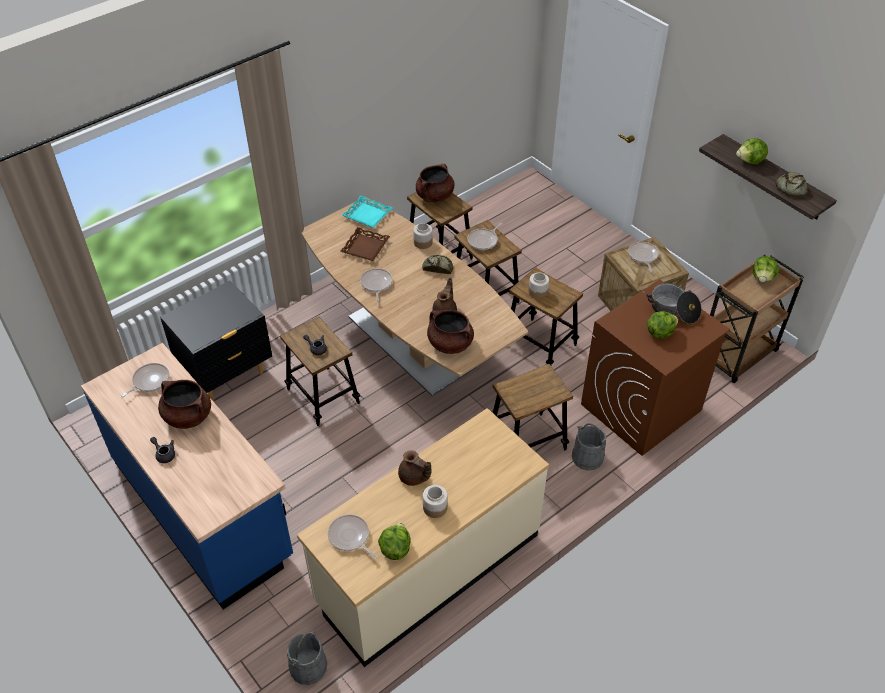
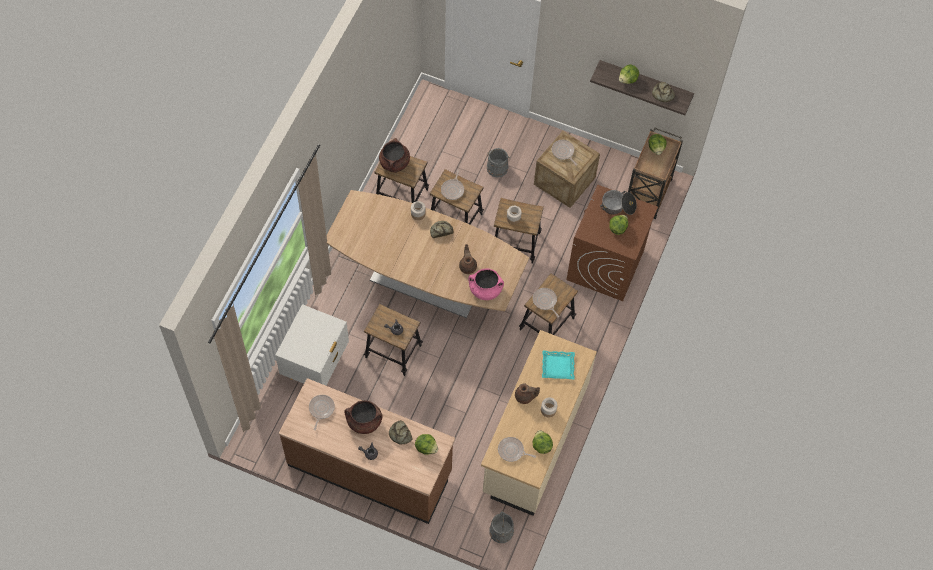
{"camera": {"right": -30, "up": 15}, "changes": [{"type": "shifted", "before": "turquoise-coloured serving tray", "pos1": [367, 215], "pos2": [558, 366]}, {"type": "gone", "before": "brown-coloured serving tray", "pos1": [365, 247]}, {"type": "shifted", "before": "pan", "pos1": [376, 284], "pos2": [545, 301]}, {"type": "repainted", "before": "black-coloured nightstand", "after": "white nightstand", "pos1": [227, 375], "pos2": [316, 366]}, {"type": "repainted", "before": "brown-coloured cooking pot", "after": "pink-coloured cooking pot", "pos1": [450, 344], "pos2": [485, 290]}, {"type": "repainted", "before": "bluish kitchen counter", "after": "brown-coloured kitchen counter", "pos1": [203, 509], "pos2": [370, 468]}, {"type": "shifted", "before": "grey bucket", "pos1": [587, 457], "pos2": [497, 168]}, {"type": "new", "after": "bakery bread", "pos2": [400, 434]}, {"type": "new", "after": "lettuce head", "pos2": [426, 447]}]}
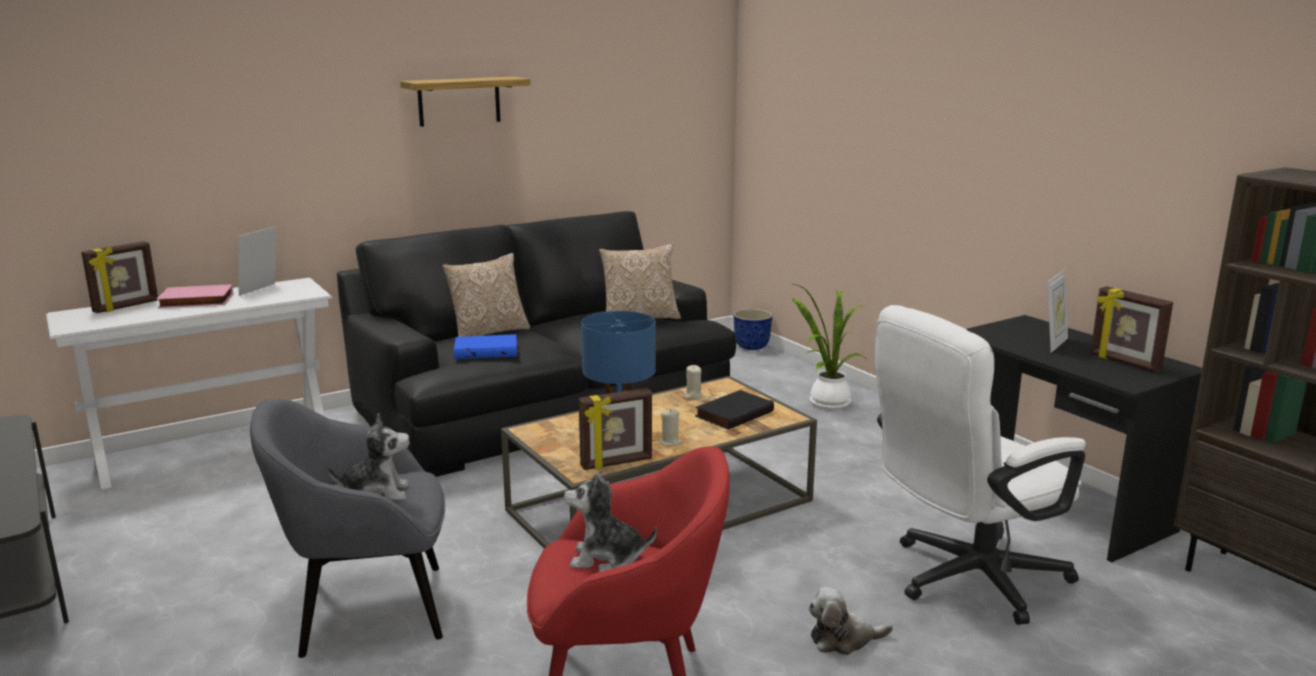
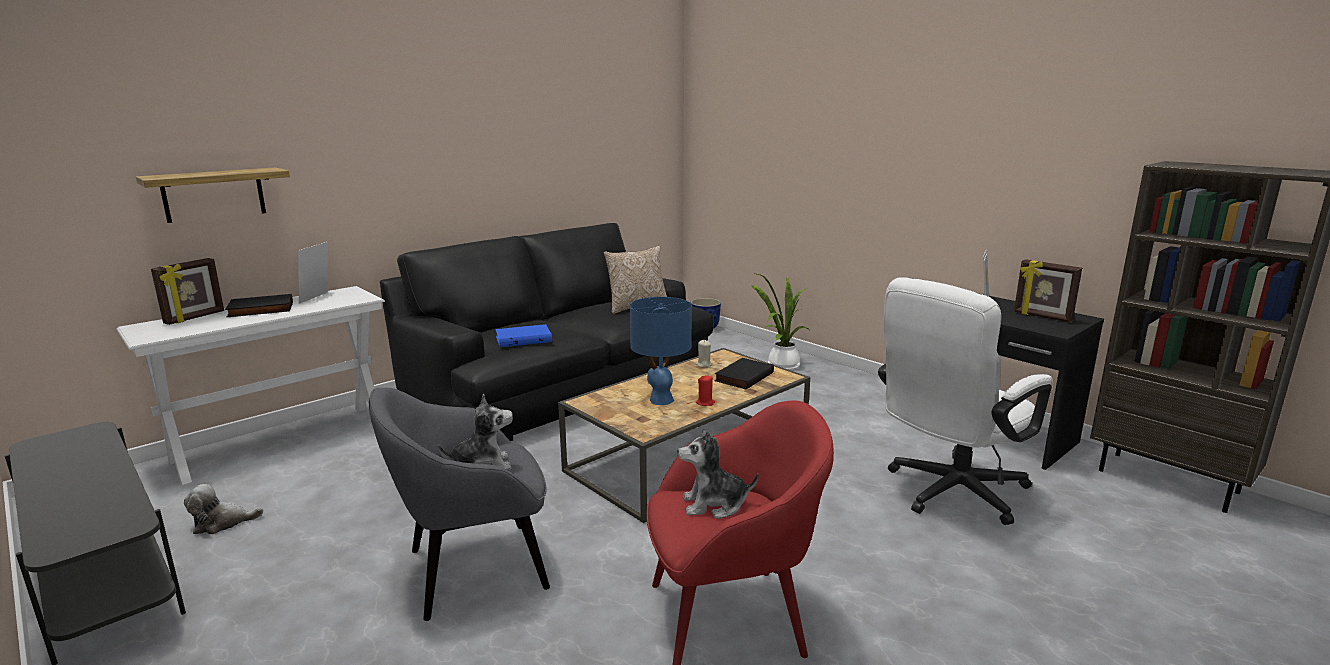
{"camera": {"right": -10, "up": 0}, "changes": [{"type": "shifted", "before": "shelf", "pos1": [459, 101], "pos2": [214, 194]}, {"type": "gone", "before": "pillow", "pos1": [488, 333]}, {"type": "repainted", "before": "pink-coloured bound book", "after": "black-coloured bound book", "pos1": [195, 301], "pos2": [260, 310]}, {"type": "gone", "before": "picture frame", "pos1": [616, 463]}, {"type": "repainted", "before": "beige-coloured wax candle", "after": "red-coloured wax candle", "pos1": [670, 442], "pos2": [705, 403]}, {"type": "shifted", "before": "soft toy", "pos1": [843, 639], "pos2": [222, 523]}]}
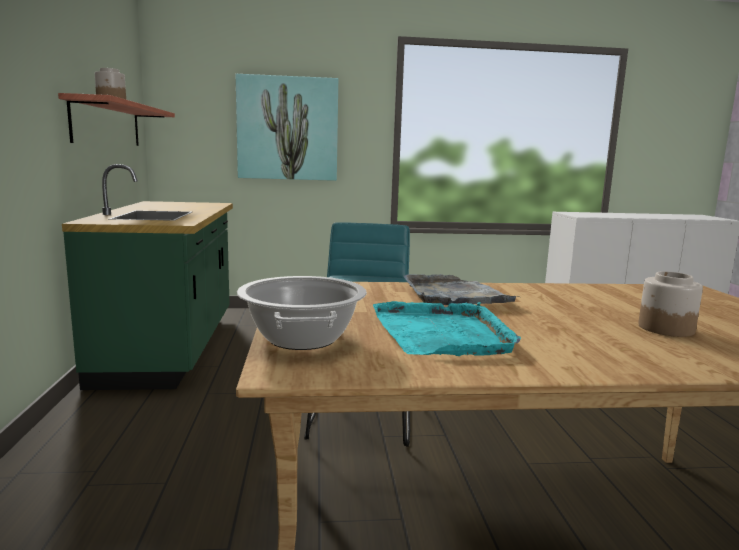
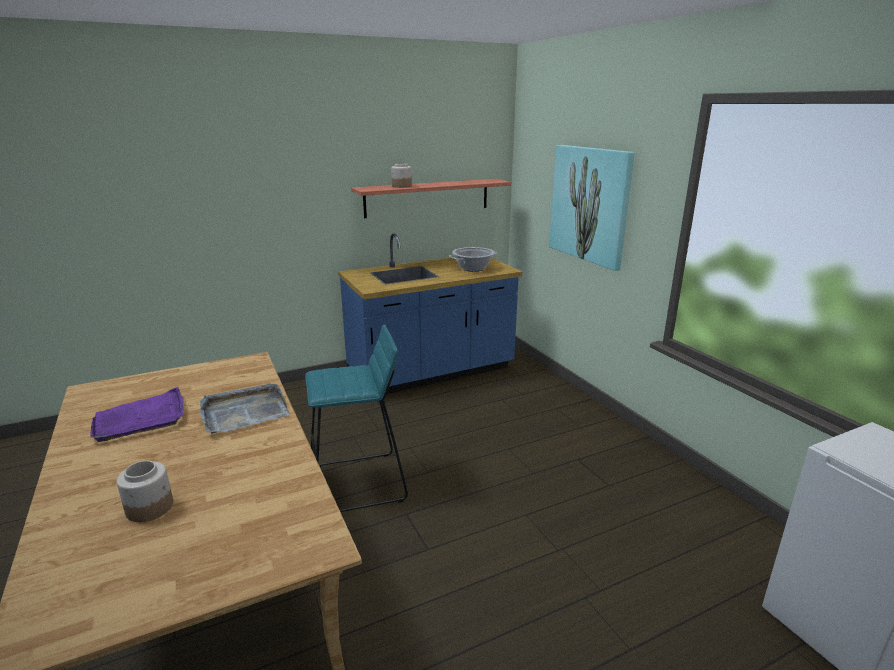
{"camera": {"right": 70, "up": 10}, "changes": [{"type": "repainted", "before": "greenish kitchen counter", "after": "bluish kitchen counter", "pos1": [171, 347], "pos2": [431, 372]}, {"type": "shifted", "before": "cooking pot", "pos1": [302, 338], "pos2": [473, 268]}, {"type": "repainted", "before": "turquoise-coloured serving tray", "after": "purplish serving tray", "pos1": [443, 333], "pos2": [141, 418]}]}
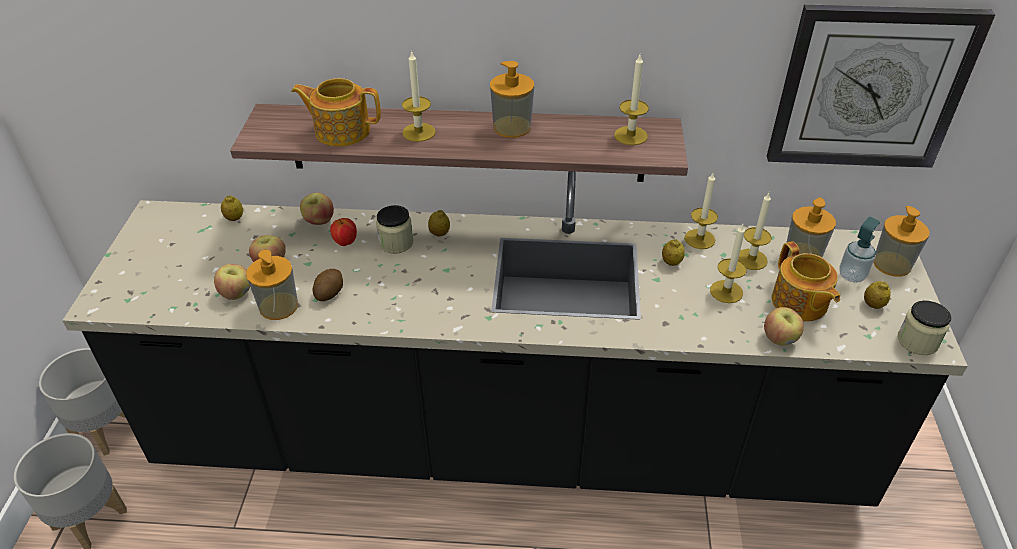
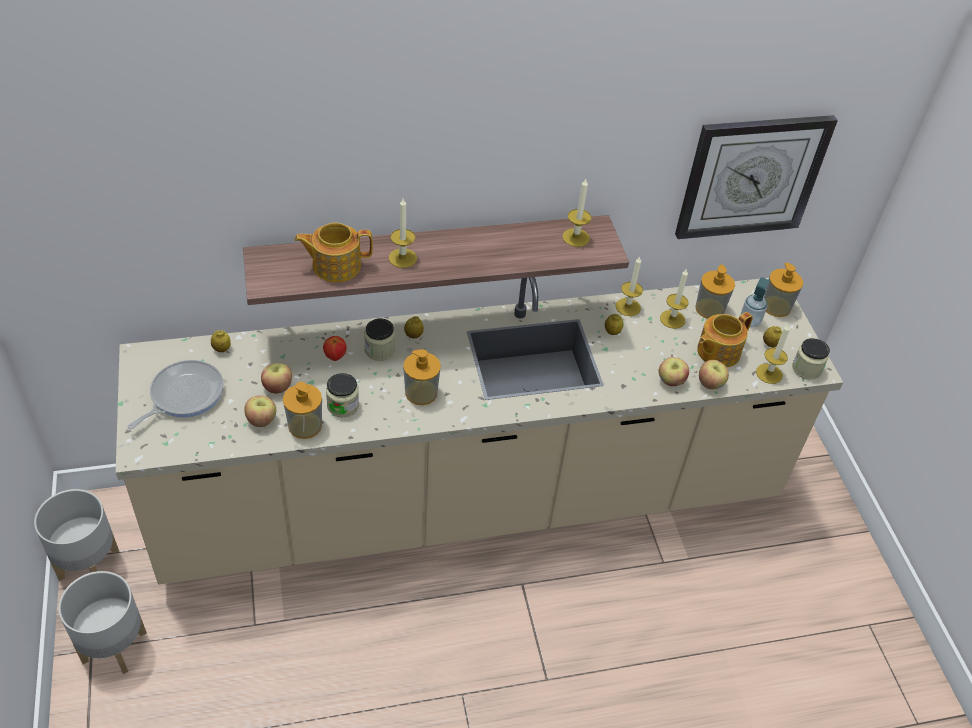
{"camera": {"right": -20, "up": 5}, "changes": [{"type": "shifted", "before": "soap dispenser", "pos1": [512, 127], "pos2": [421, 393]}, {"type": "repainted", "before": "black-coloured kitchen counter", "after": "beige-coloured kitchen counter", "pos1": [509, 444], "pos2": [473, 502]}, {"type": "shifted", "before": "apple", "pos1": [319, 221], "pos2": [670, 381]}, {"type": "shifted", "before": "wax candle", "pos1": [726, 291], "pos2": [769, 373]}, {"type": "rotated", "before": "pot for tea", "pos1": [799, 303], "pos2": [717, 352], "turn": 90}, {"type": "swapped", "before": "potato", "after": "jar", "pos1": [329, 292], "pos2": [343, 405]}, {"type": "new", "after": "pan", "pos2": [183, 395]}]}
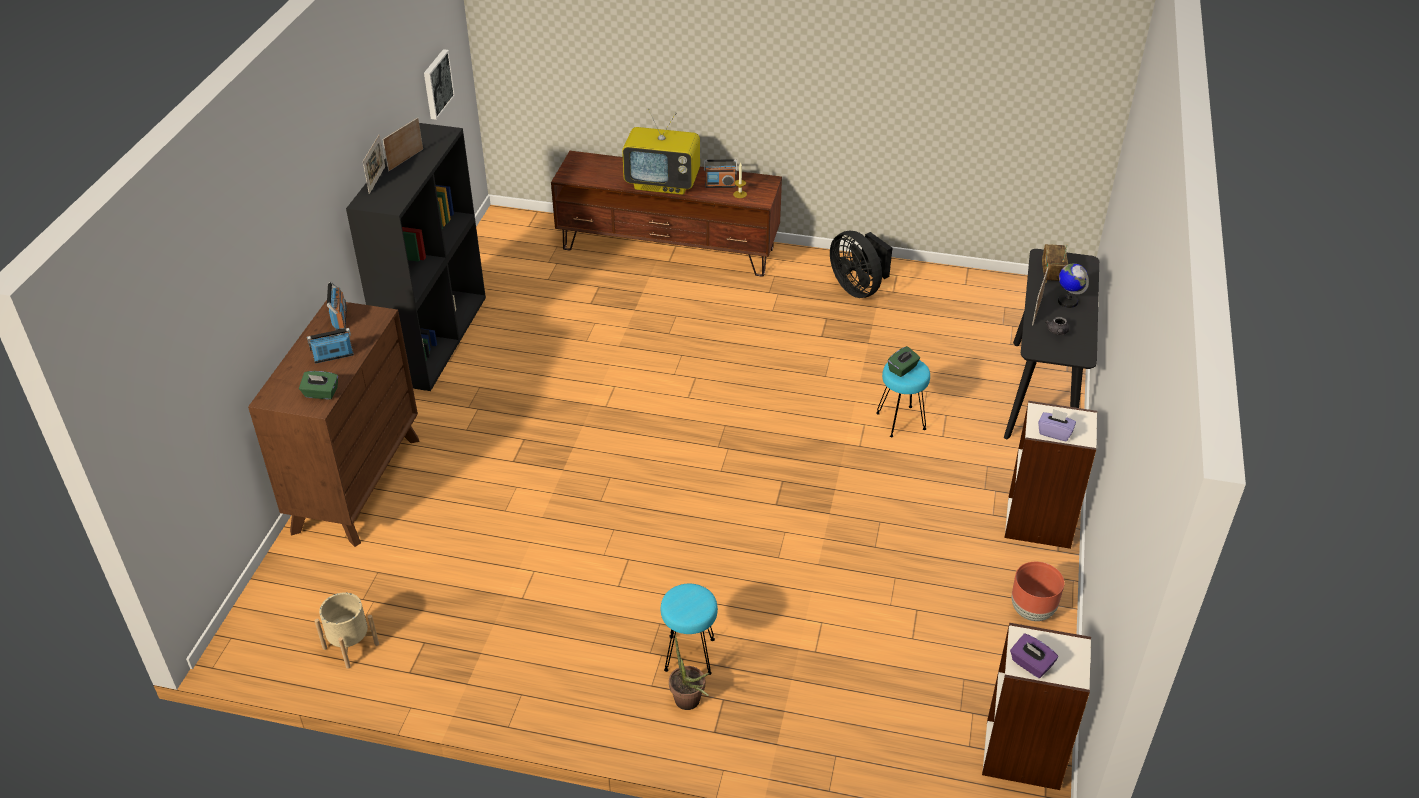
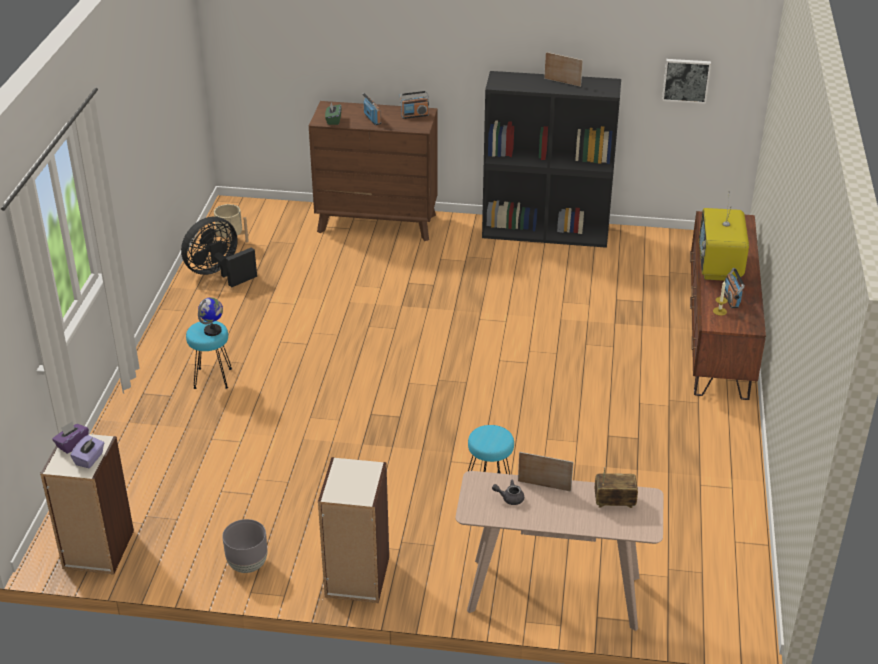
{"camera": {"right": 85, "up": -5}, "changes": [{"type": "gone", "before": "picture frame", "pos1": [377, 180]}, {"type": "shifted", "before": "black-coloured electric fan", "pos1": [858, 288], "pos2": [219, 274]}, {"type": "repainted", "before": "black-coloured console table", "after": "beige-coloured console table", "pos1": [1043, 393], "pos2": [553, 594]}, {"type": "shifted", "before": "desk globe", "pos1": [1067, 301], "pos2": [213, 331]}, {"type": "gone", "before": "greenish tissue holder", "pos1": [903, 369]}, {"type": "shifted", "before": "purplish tissue holder", "pos1": [1054, 433], "pos2": [89, 459]}, {"type": "repainted", "before": "brown-coloured flower pot", "after": "grey flower pot", "pos1": [1032, 611], "pos2": [247, 565]}, {"type": "gone", "before": "plant in a pot", "pos1": [690, 704]}]}
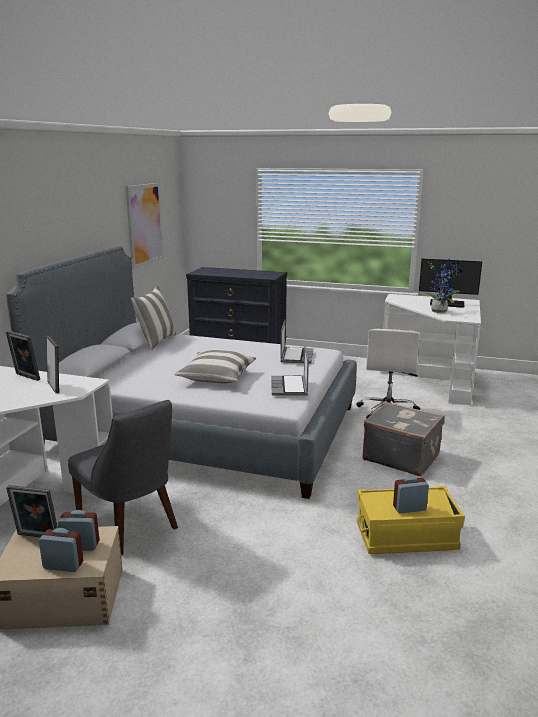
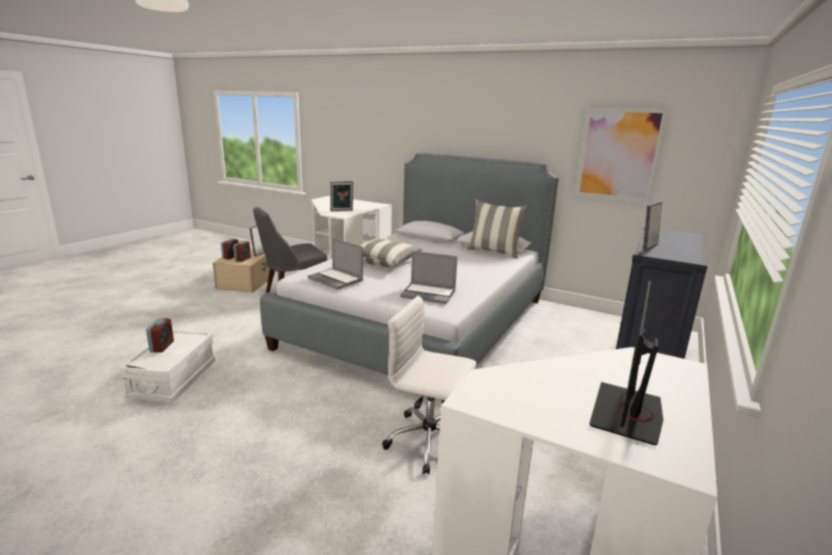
{"camera": {"right": 100, "up": 0}, "changes": [{"type": "gone", "before": "plant in a pot", "pos1": [440, 311]}, {"type": "shifted", "before": "picture frame", "pos1": [26, 377], "pos2": [648, 246]}, {"type": "rotated", "before": "notebook computer", "pos1": [290, 387], "pos2": [336, 280], "turn": -150}, {"type": "gone", "before": "grey suitcase", "pos1": [401, 457]}, {"type": "repainted", "before": "yellow storage container", "after": "white storage container", "pos1": [406, 537], "pos2": [174, 380]}]}
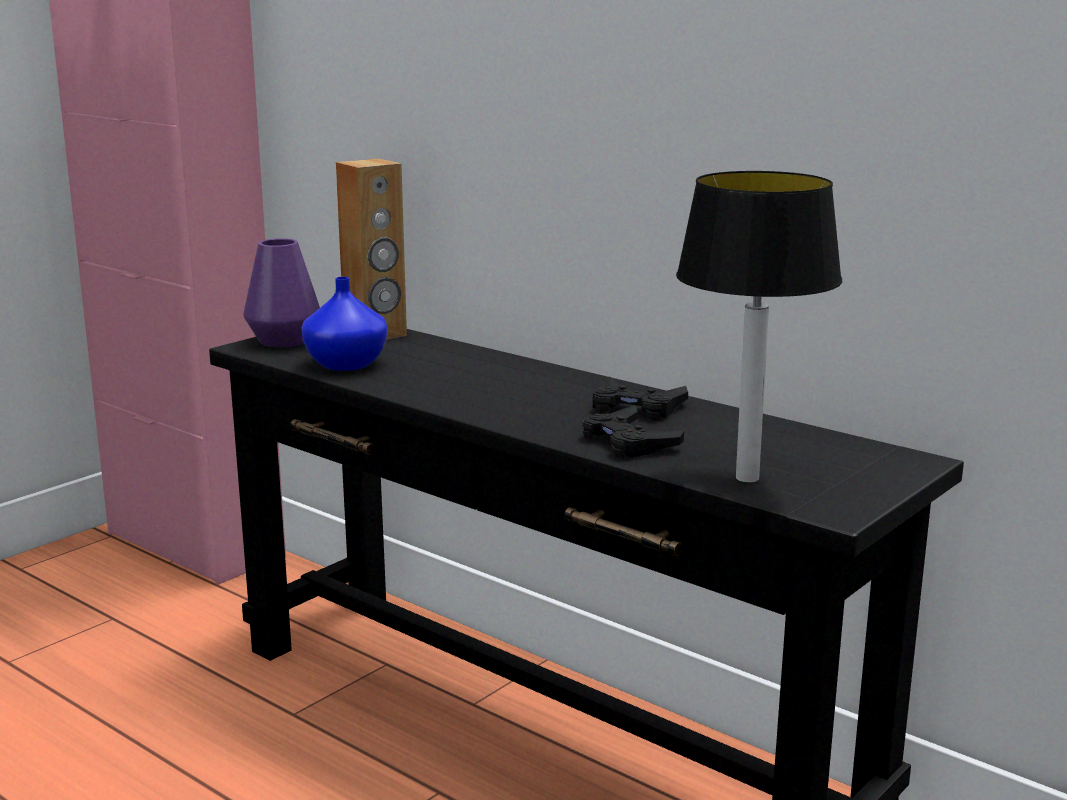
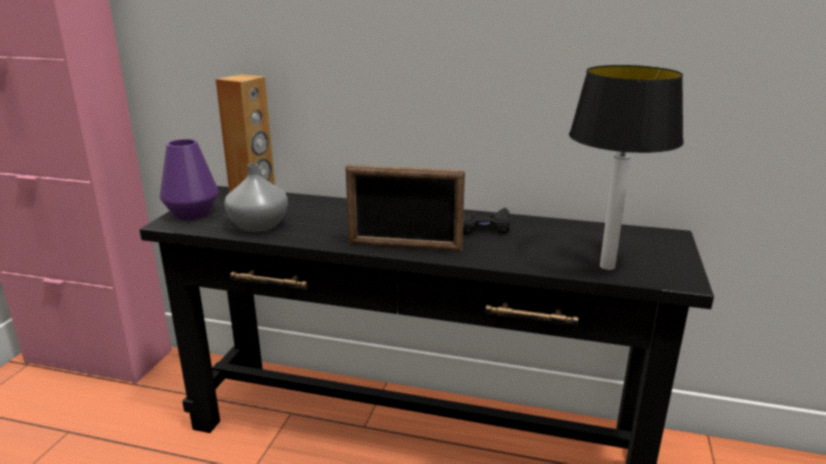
{"camera": {"right": -25, "up": 5}, "changes": [{"type": "repainted", "before": "bluish vase", "after": "grey vase", "pos1": [345, 365], "pos2": [259, 226]}, {"type": "gone", "before": "black-coloured gamepad", "pos1": [628, 442]}, {"type": "new", "after": "picture frame", "pos2": [404, 246]}]}
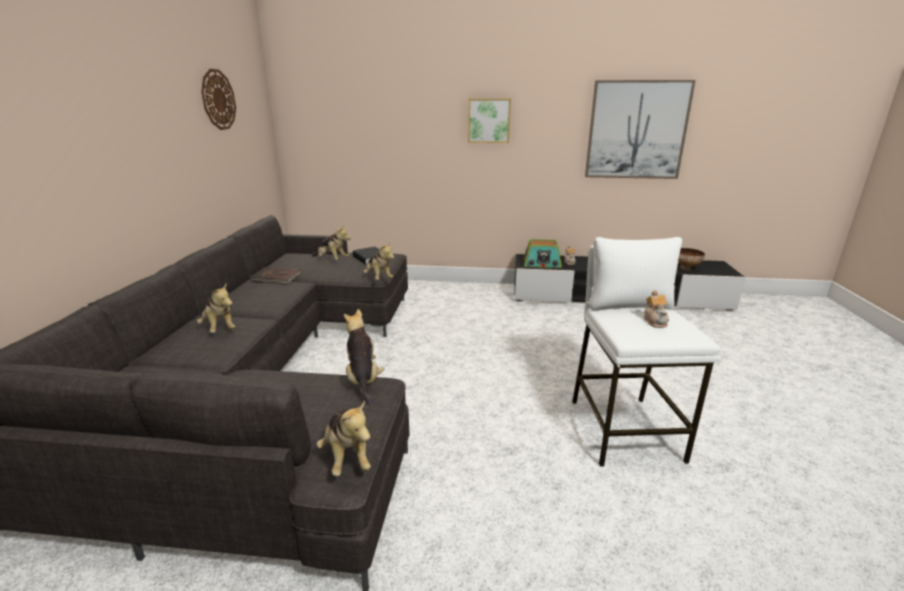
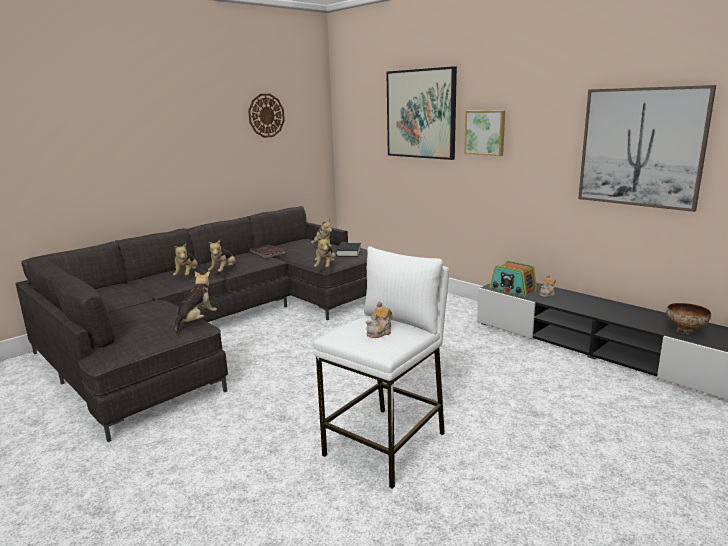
{"camera": {"right": 40, "up": -5}, "changes": [{"type": "shifted", "before": "soft toy", "pos1": [347, 457], "pos2": [224, 271]}, {"type": "new", "after": "wall picture", "pos2": [421, 114]}]}
